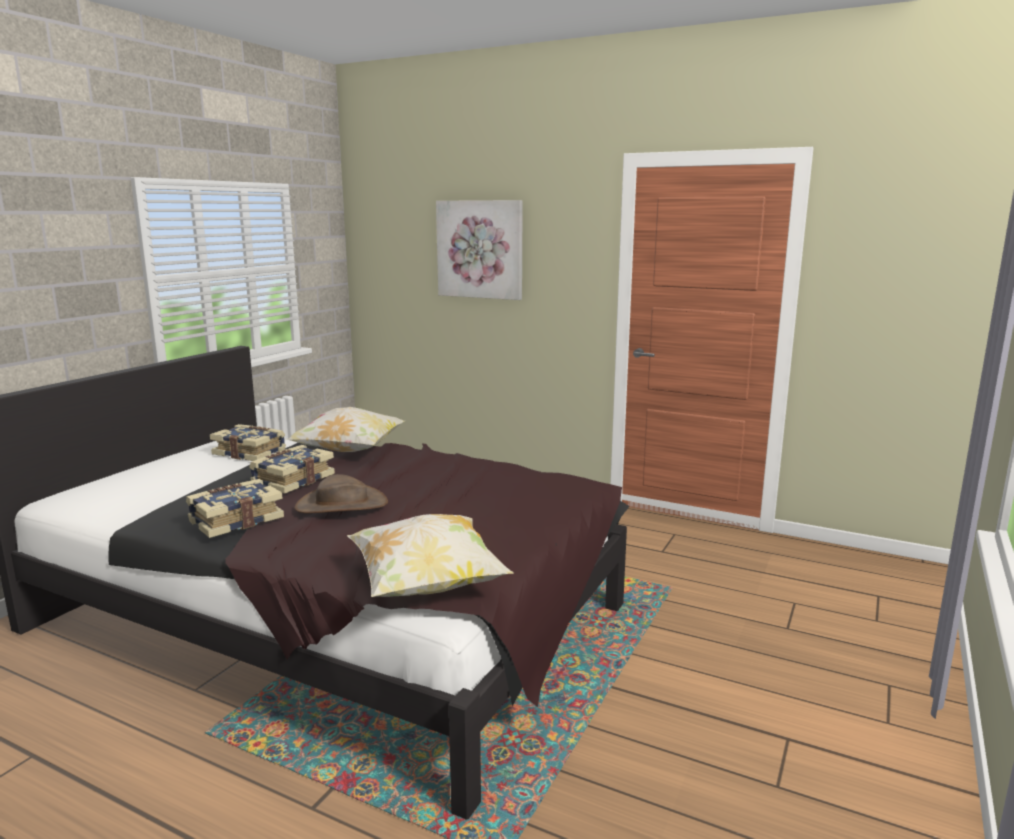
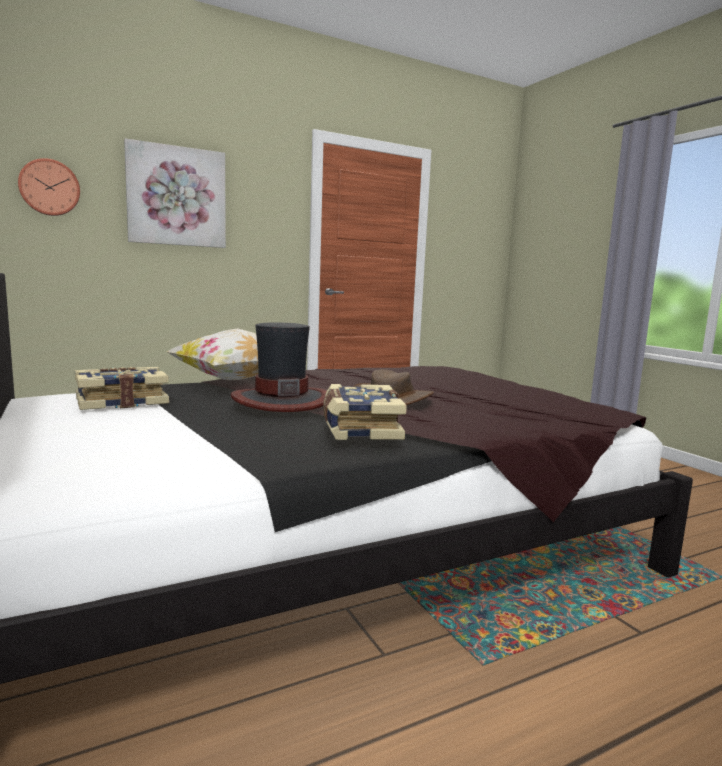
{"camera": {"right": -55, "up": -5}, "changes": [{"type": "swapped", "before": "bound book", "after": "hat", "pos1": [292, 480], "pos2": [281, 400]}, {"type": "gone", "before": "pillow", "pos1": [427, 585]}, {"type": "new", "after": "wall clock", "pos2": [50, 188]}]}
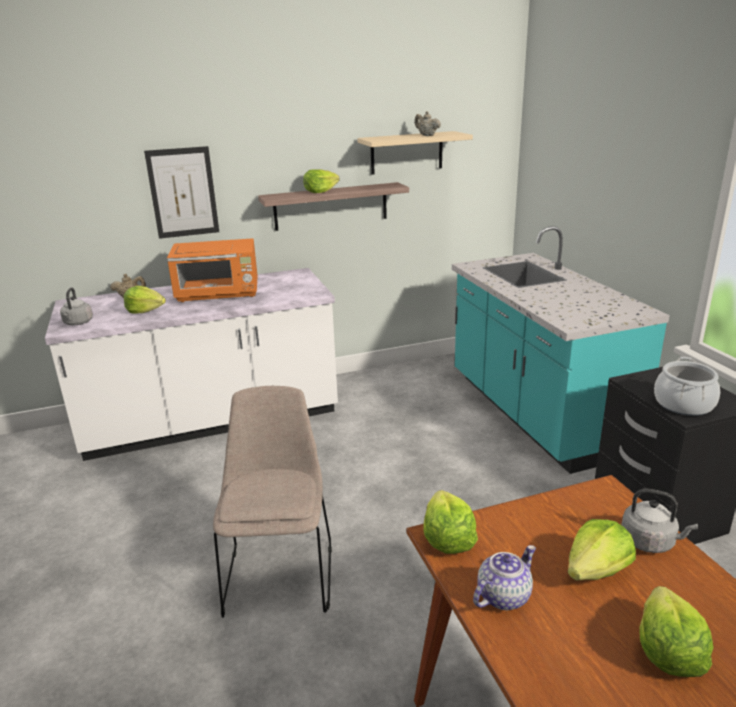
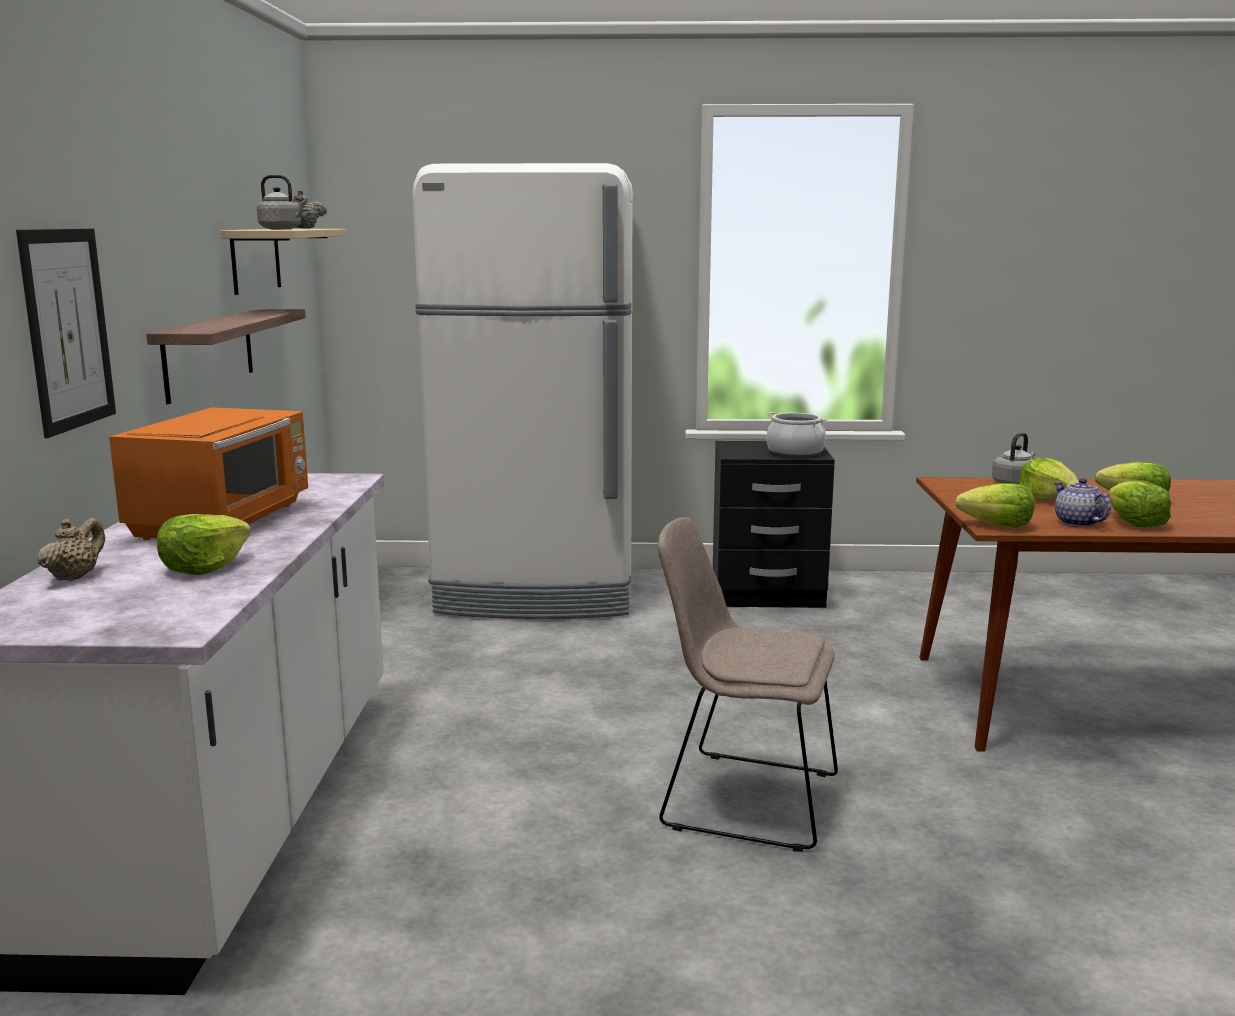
{"camera": {"right": -70, "up": -10}, "changes": [{"type": "shifted", "before": "lettuce head", "pos1": [320, 191], "pos2": [1134, 523]}, {"type": "swapped", "before": "turquoise-coloured kitchen counter", "after": "white refrigerator", "pos1": [535, 414], "pos2": [538, 593]}, {"type": "shifted", "before": "grey water kettle", "pos1": [78, 323], "pos2": [282, 229]}]}
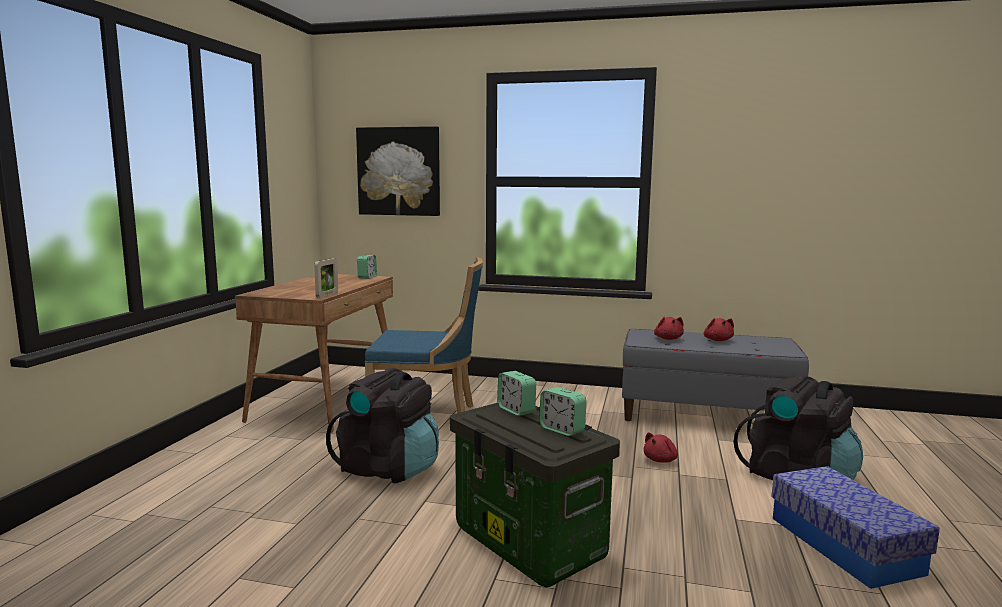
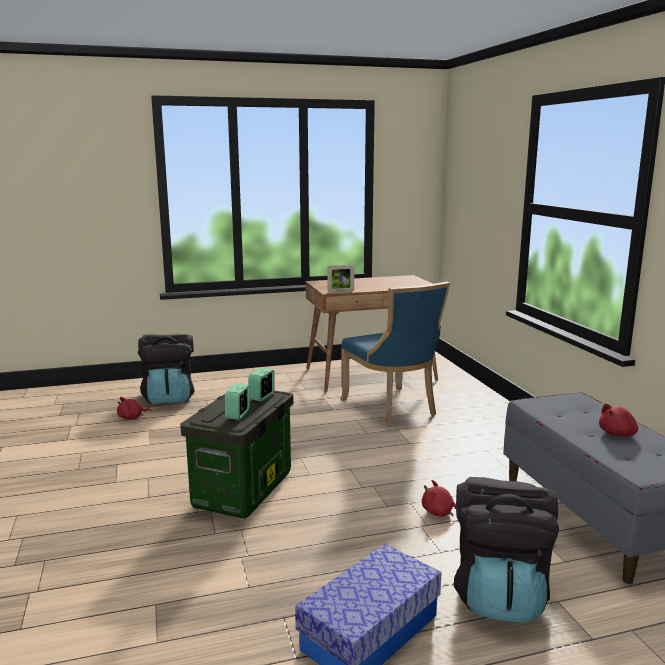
{"camera": {"right": 60, "up": 5}, "changes": [{"type": "gone", "before": "wall picture", "pos1": [399, 171]}, {"type": "gone", "before": "table clock", "pos1": [367, 277]}, {"type": "shifted", "before": "red-coloured soft toy", "pos1": [668, 339], "pos2": [132, 418]}, {"type": "shifted", "before": "black-coloured backpack", "pos1": [388, 468], "pos2": [169, 397]}]}
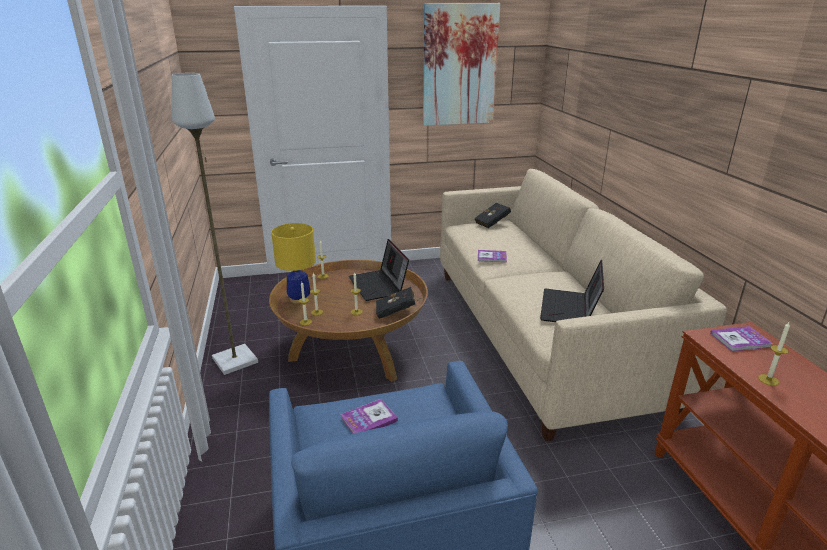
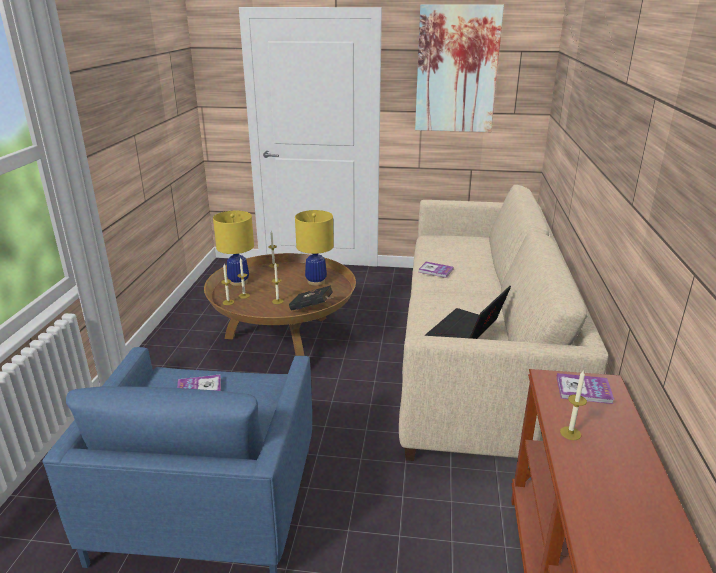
{"camera": {"right": 20, "up": 0}, "changes": [{"type": "gone", "before": "grey standard lamp", "pos1": [235, 360]}, {"type": "gone", "before": "black-coloured bound book", "pos1": [493, 223]}, {"type": "swapped", "before": "notebook computer", "after": "yellow tabletop lamp", "pos1": [379, 285], "pos2": [316, 281]}]}
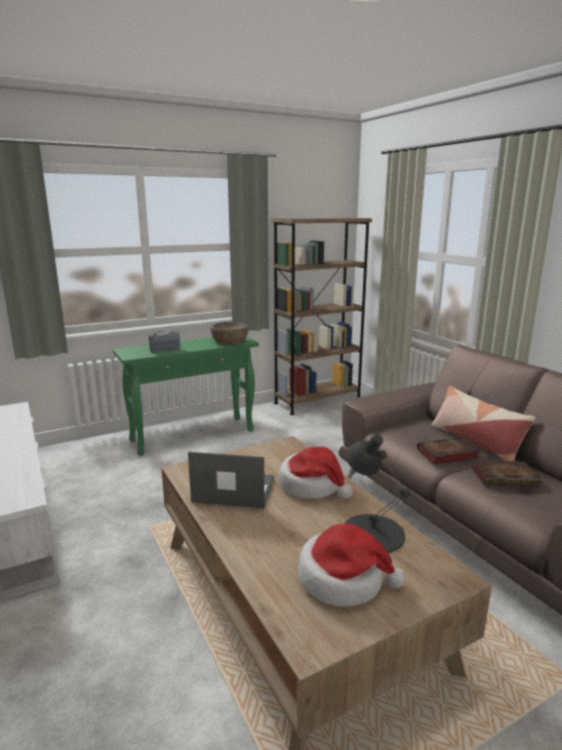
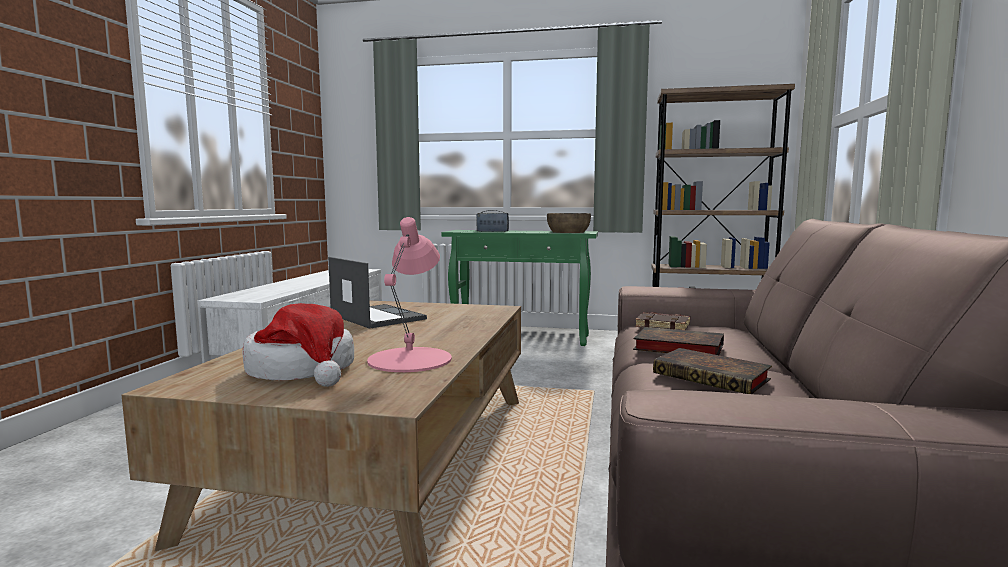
{"camera": {"right": 40, "up": -10}, "changes": [{"type": "gone", "before": "pillow", "pos1": [475, 441]}, {"type": "repainted", "before": "black-coloured tabletop lamp", "after": "pink-coloured tabletop lamp", "pos1": [372, 532], "pos2": [411, 359]}, {"type": "gone", "before": "hat", "pos1": [312, 485]}, {"type": "new", "after": "brown-coloured bound book", "pos2": [663, 326]}]}
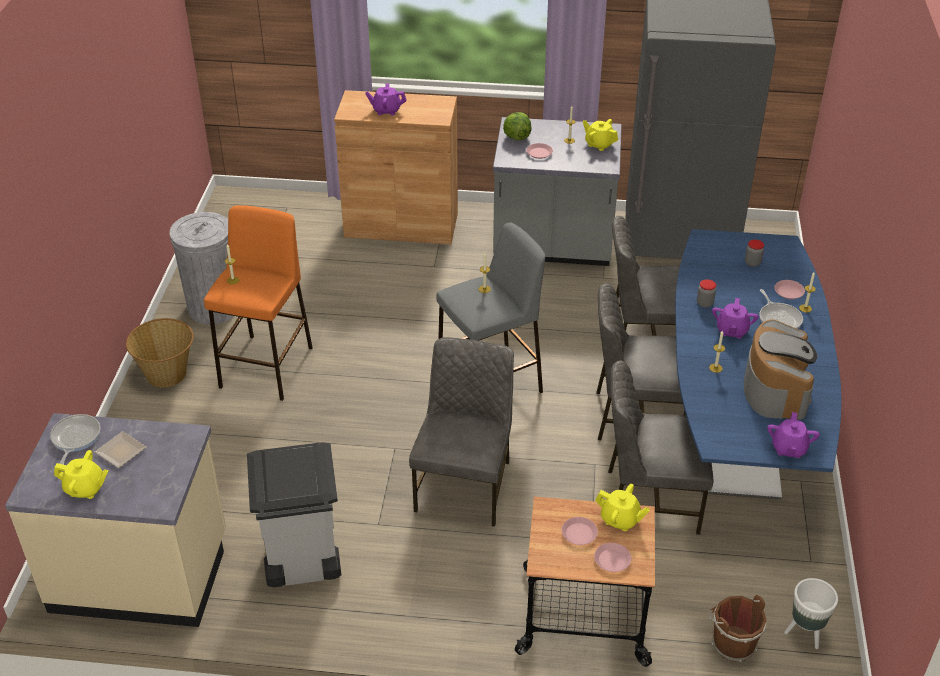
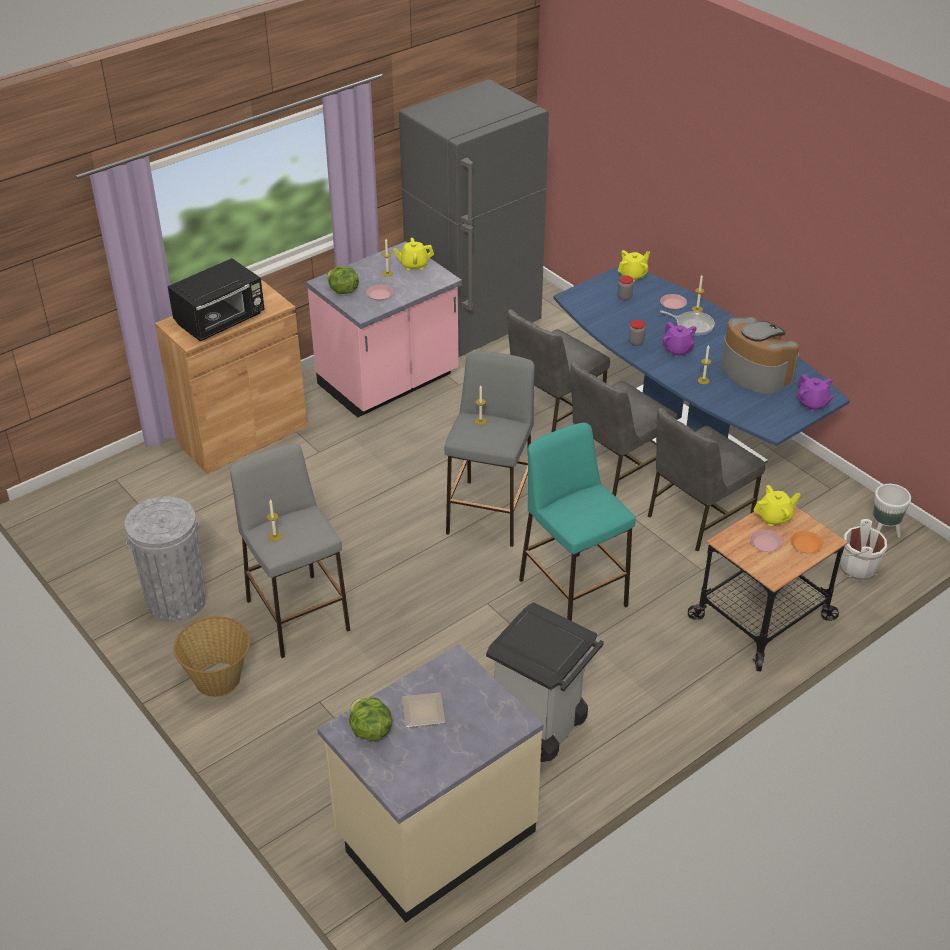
{"camera": {"right": -45, "up": 0}, "changes": [{"type": "swapped", "before": "purplish pot for tea", "after": "black-coloured microwave", "pos1": [386, 110], "pos2": [221, 321]}, {"type": "repainted", "before": "grey kitchen counter", "after": "pink-coloured kitchen counter", "pos1": [553, 246], "pos2": [389, 382]}, {"type": "repainted", "before": "orange stool seat", "after": "grey stool seat", "pos1": [267, 366], "pos2": [297, 614]}, {"type": "swapped", "before": "grey plain chair", "after": "turquoise-coloured stool seat", "pos1": [465, 485], "pos2": [572, 592]}, {"type": "swapped", "before": "pan", "after": "lettuce head", "pos1": [75, 438], "pos2": [370, 731]}, {"type": "shifted", "before": "yellow pot for tea", "pos1": [85, 488], "pos2": [633, 275]}, {"type": "repainted", "before": "pink-coloured flat dish", "after": "orange flat dish", "pos1": [612, 560], "pos2": [805, 544]}, {"type": "repainted", "before": "brown-coloured bucket", "after": "white bucket", "pos1": [732, 643], "pos2": [856, 568]}]}
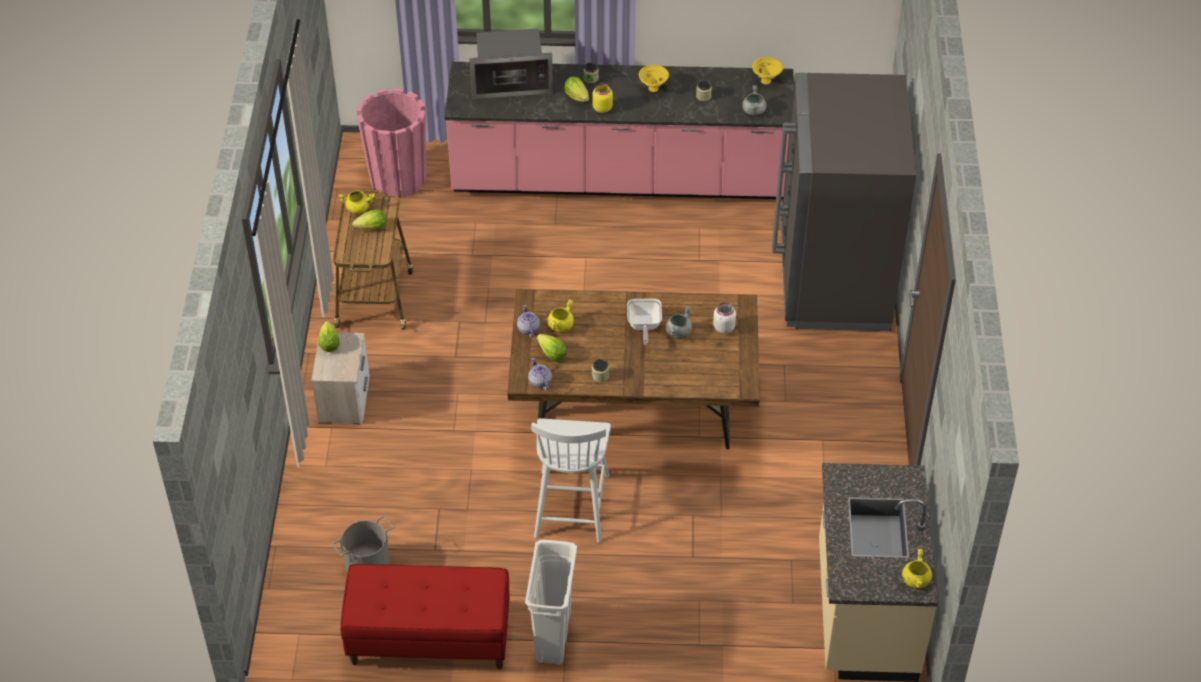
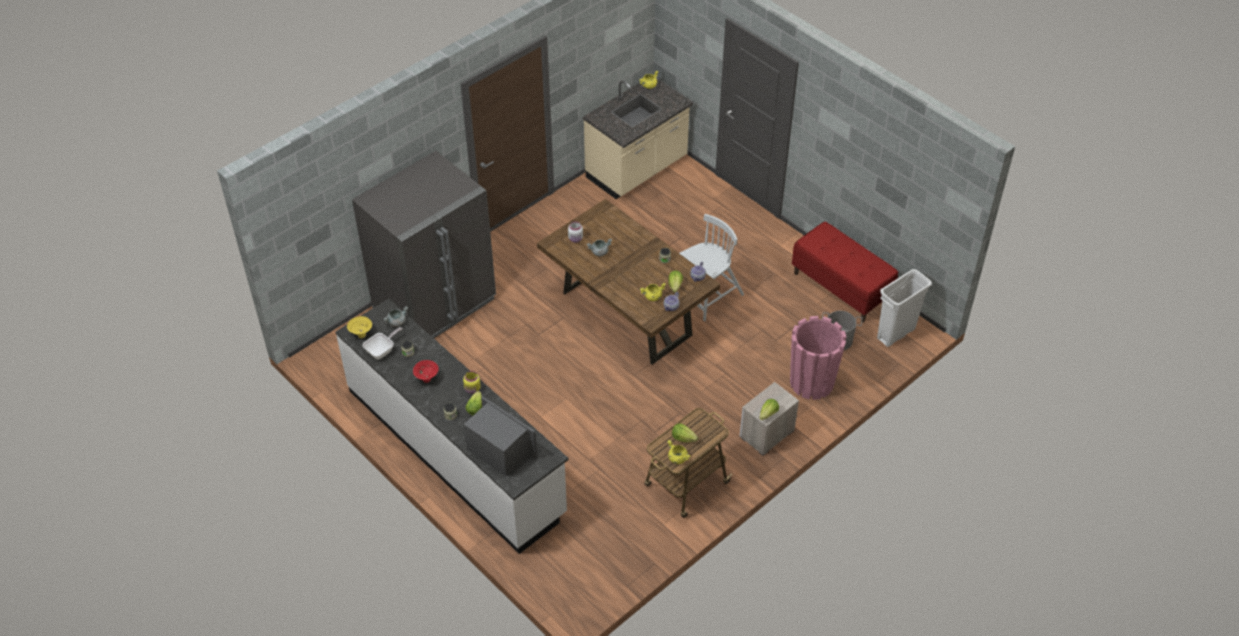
{"camera": {"right": -135, "up": 0}, "changes": [{"type": "repainted", "before": "pink-coloured kitchen counter", "after": "white kitchen counter", "pos1": [620, 179], "pos2": [455, 451]}, {"type": "repainted", "before": "yellow deep dish", "after": "red-coloured deep dish", "pos1": [653, 89], "pos2": [427, 379]}, {"type": "shifted", "before": "pink-coloured flower pot", "pos1": [398, 178], "pos2": [811, 382]}, {"type": "shifted", "before": "pan", "pos1": [643, 326], "pos2": [382, 351]}, {"type": "shifted", "before": "white waste bin", "pos1": [553, 637], "pos2": [895, 334]}]}
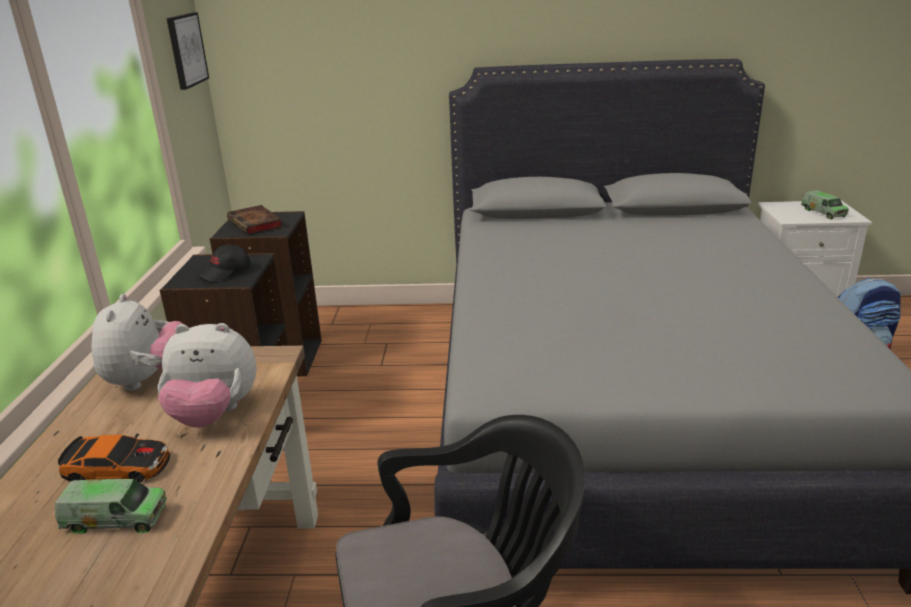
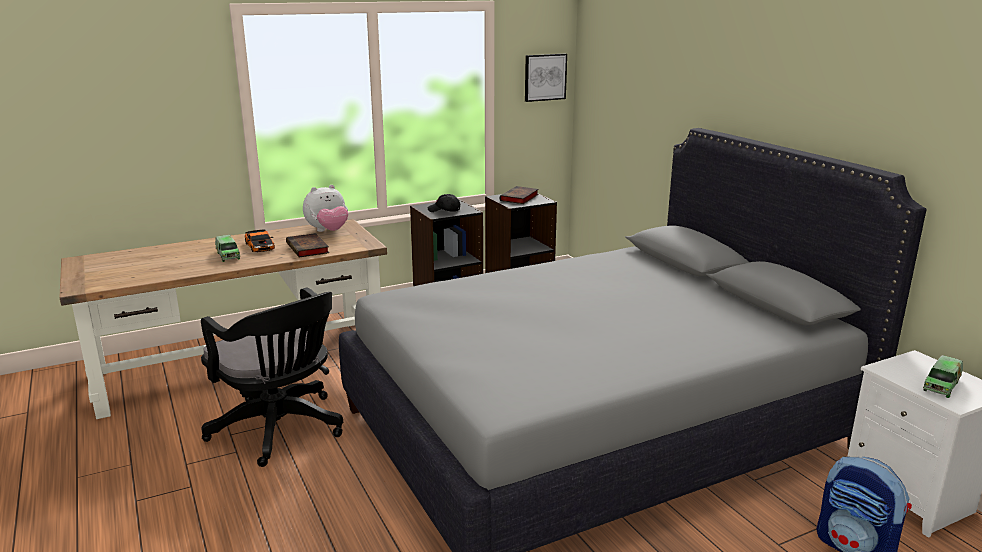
{"camera": {"right": 60, "up": -5}, "changes": [{"type": "swapped", "before": "soft toy", "after": "bound book", "pos1": [214, 415], "pos2": [308, 249]}]}
